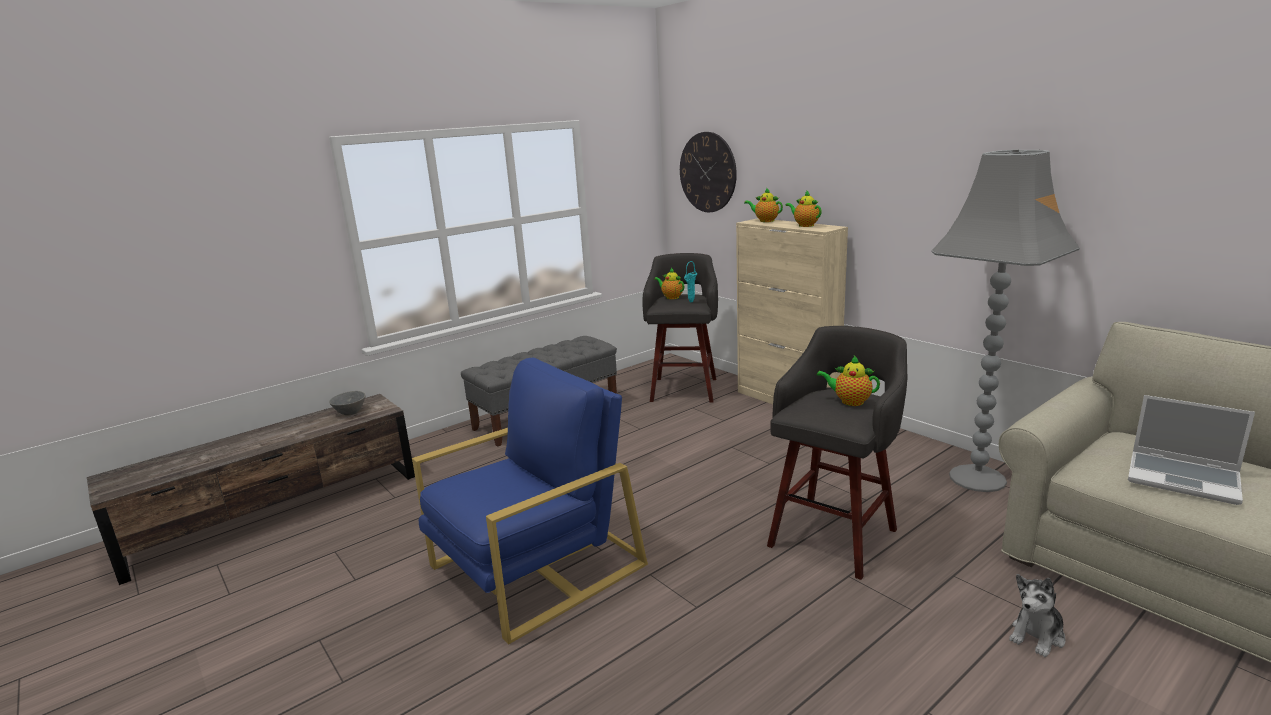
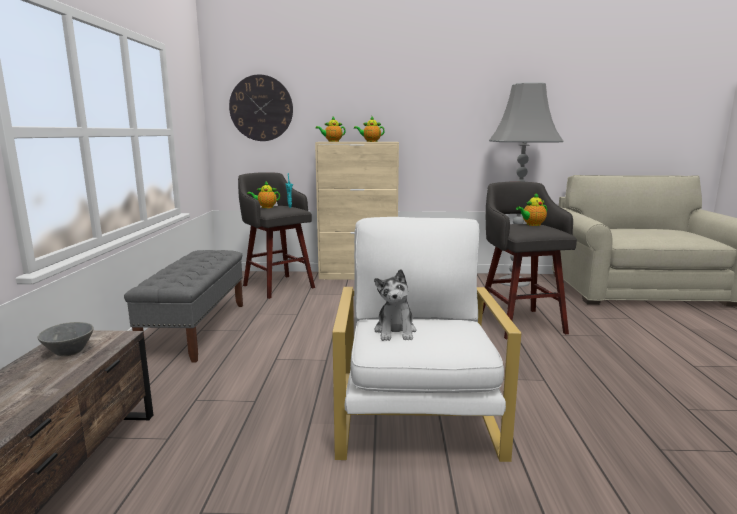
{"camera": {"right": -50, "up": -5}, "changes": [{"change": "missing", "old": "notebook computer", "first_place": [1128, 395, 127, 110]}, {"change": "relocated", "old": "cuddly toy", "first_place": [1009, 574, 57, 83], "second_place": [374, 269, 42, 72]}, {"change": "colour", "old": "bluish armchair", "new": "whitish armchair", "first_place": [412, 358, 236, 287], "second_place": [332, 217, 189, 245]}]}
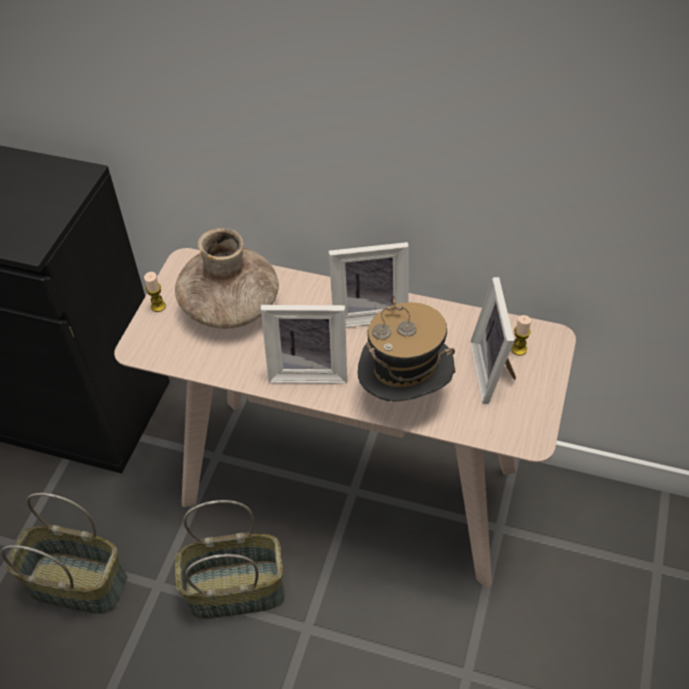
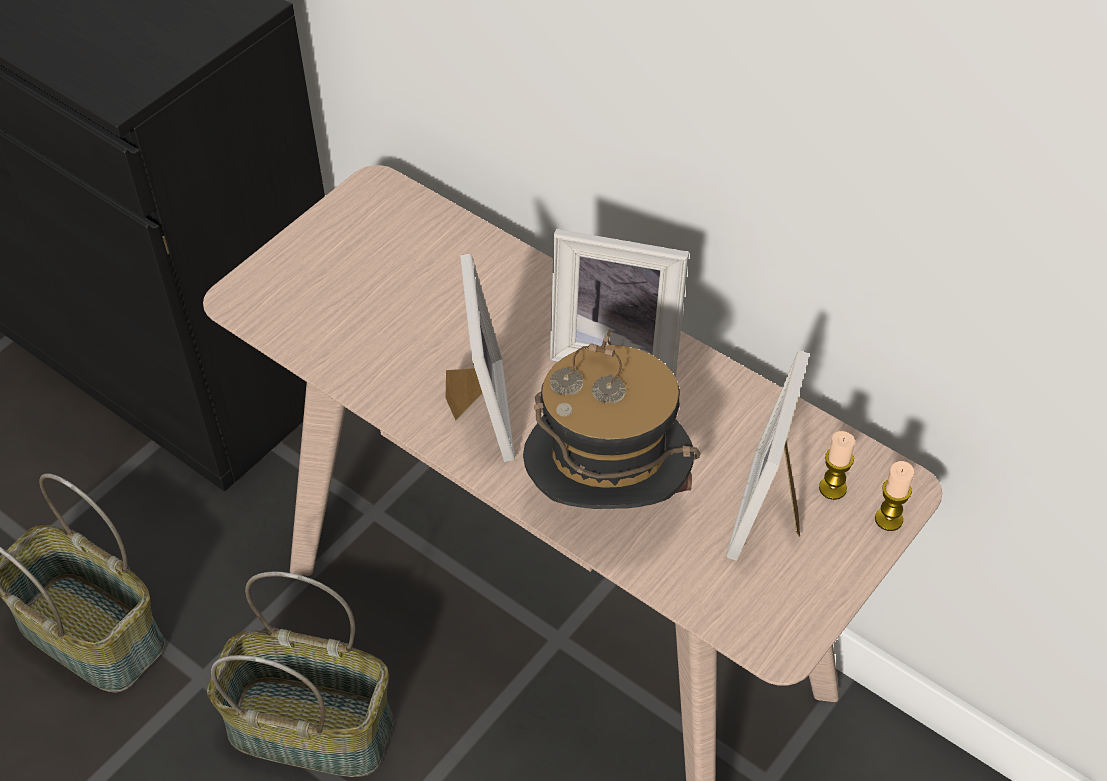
{"camera": {"right": 20, "up": 0}, "changes": [{"change": "missing", "old": "brownish vase", "first_place": [175, 228, 104, 101]}, {"change": "relocated", "old": "wax light", "first_place": [144, 272, 22, 40], "second_place": [875, 461, 39, 70]}, {"change": "spun", "old": "picture frame", "first_place": [261, 305, 86, 79], "second_place": [445, 254, 70, 208], "degrees": -120}]}
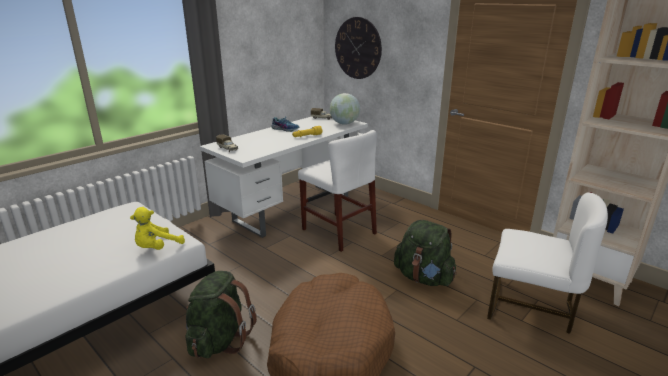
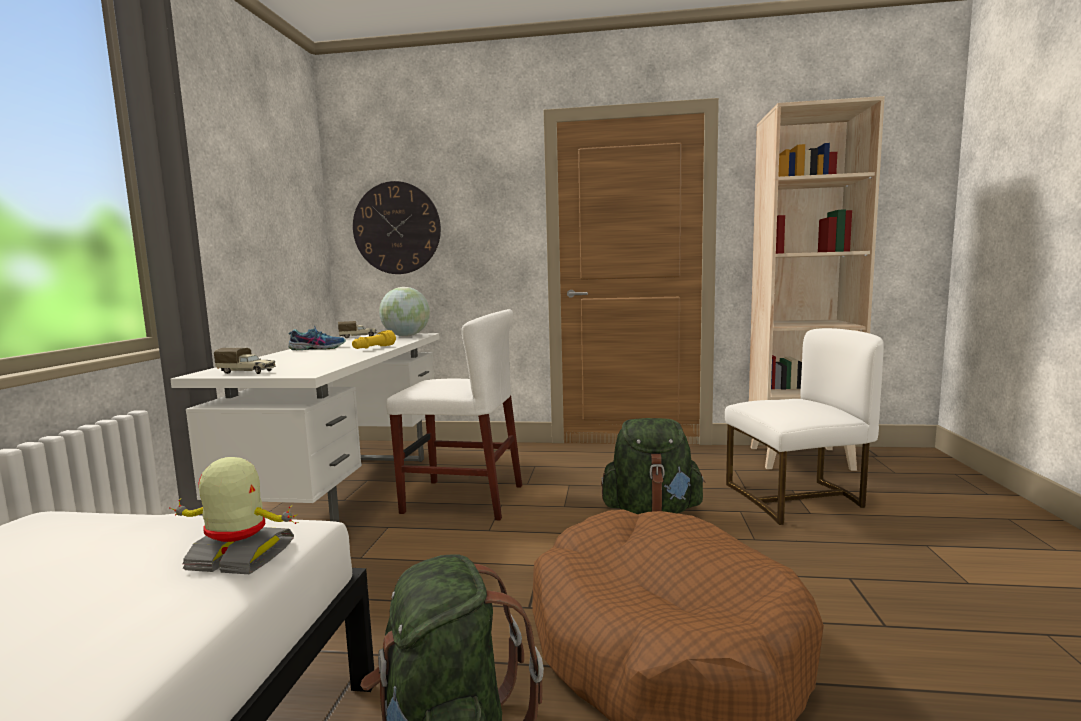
{"camera": {"right": -35, "up": -15}, "changes": [{"change": "exchanged", "old": "yellow-coloured cuddly toy", "new": "toy robot", "first_place": [130, 207, 55, 43], "second_place": [169, 457, 130, 117]}]}
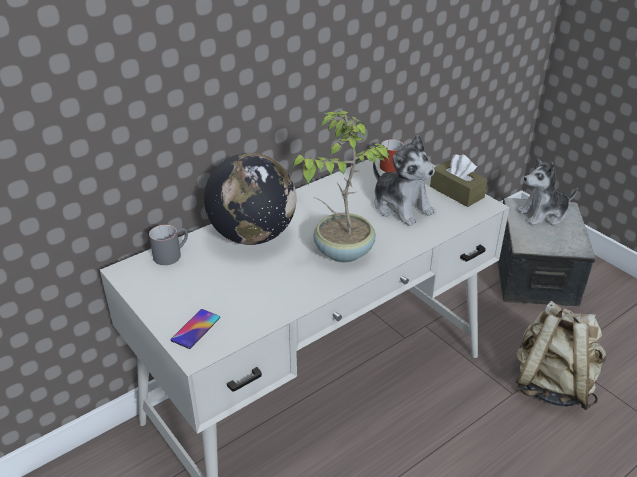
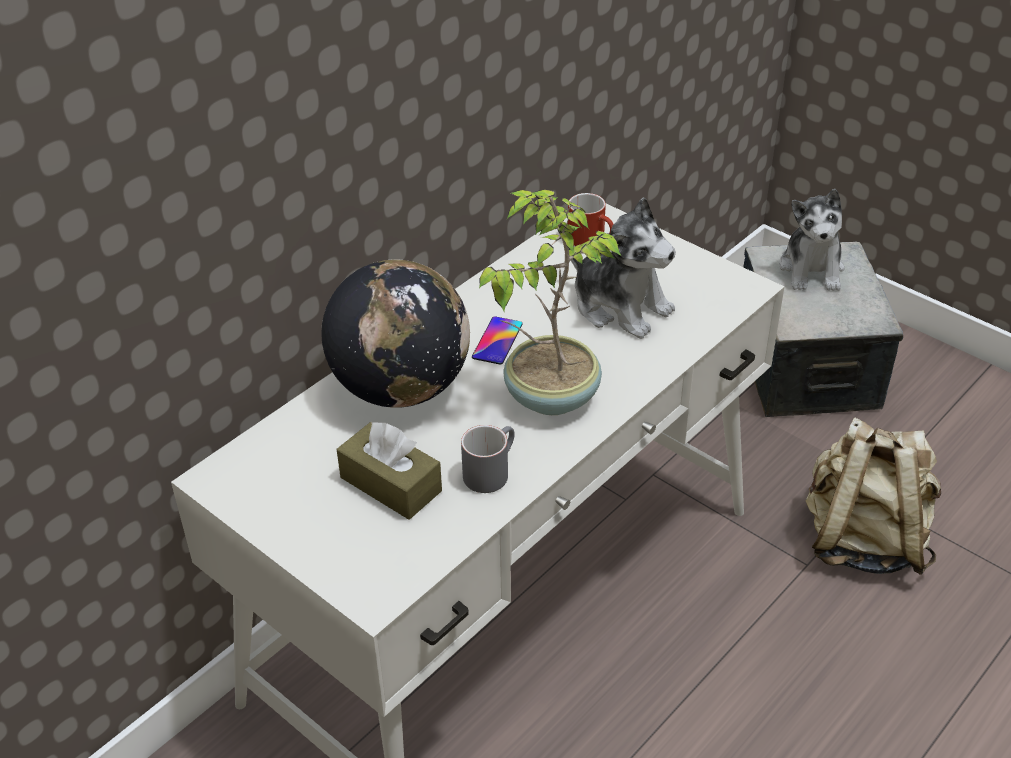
{"camera": {"right": -10, "up": 5}, "changes": [{"change": "relocated", "old": "gray coffee mug", "first_place": [149, 225, 39, 40], "second_place": [461, 425, 54, 68]}, {"change": "relocated", "old": "phone", "first_place": [171, 309, 49, 40], "second_place": [472, 316, 51, 49]}, {"change": "relocated", "old": "brownish tissue box", "first_place": [430, 154, 58, 53], "second_place": [337, 422, 105, 98]}, {"change": "spun", "old": "cuddly toy", "first_place": [517, 158, 61, 67], "second_place": [779, 189, 66, 102], "degrees": -60}]}
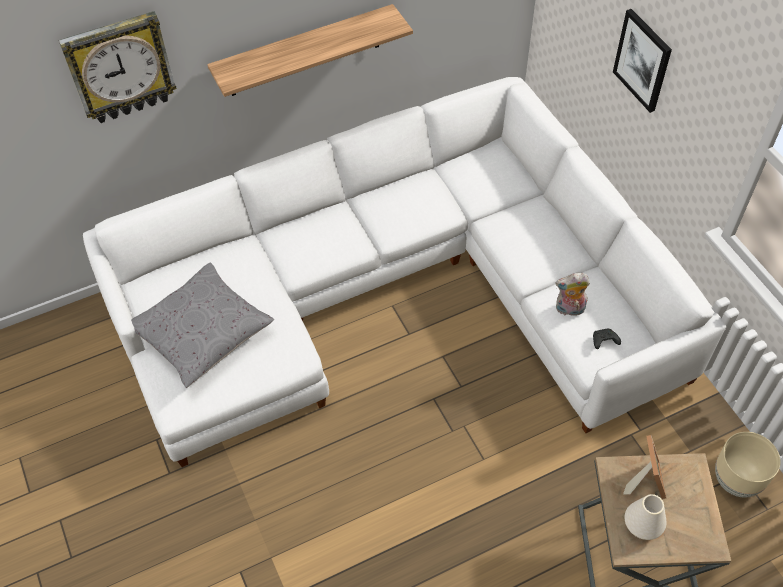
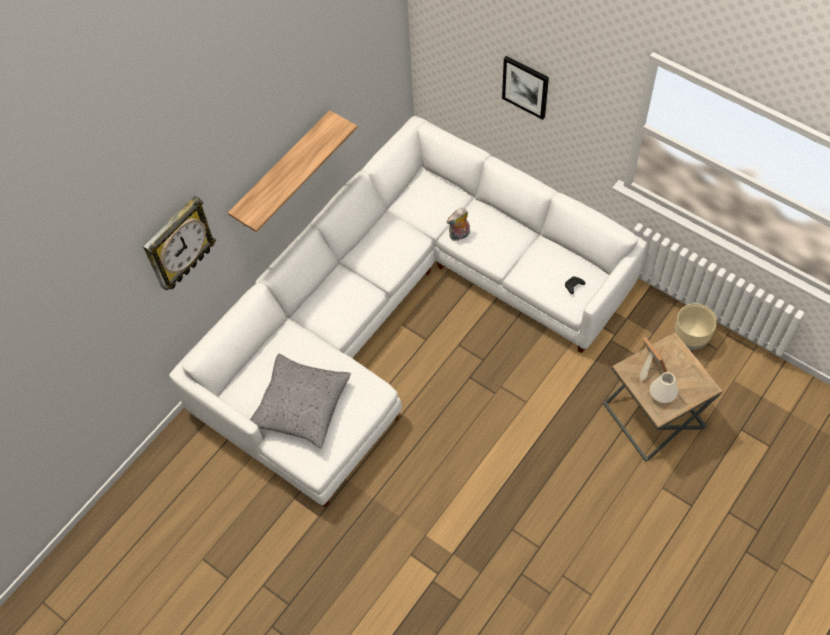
{"camera": {"right": -25, "up": 5}, "changes": [{"change": "relocated", "old": "cuddly toy", "first_place": [556, 273, 34, 43], "second_place": [446, 208, 24, 33]}]}
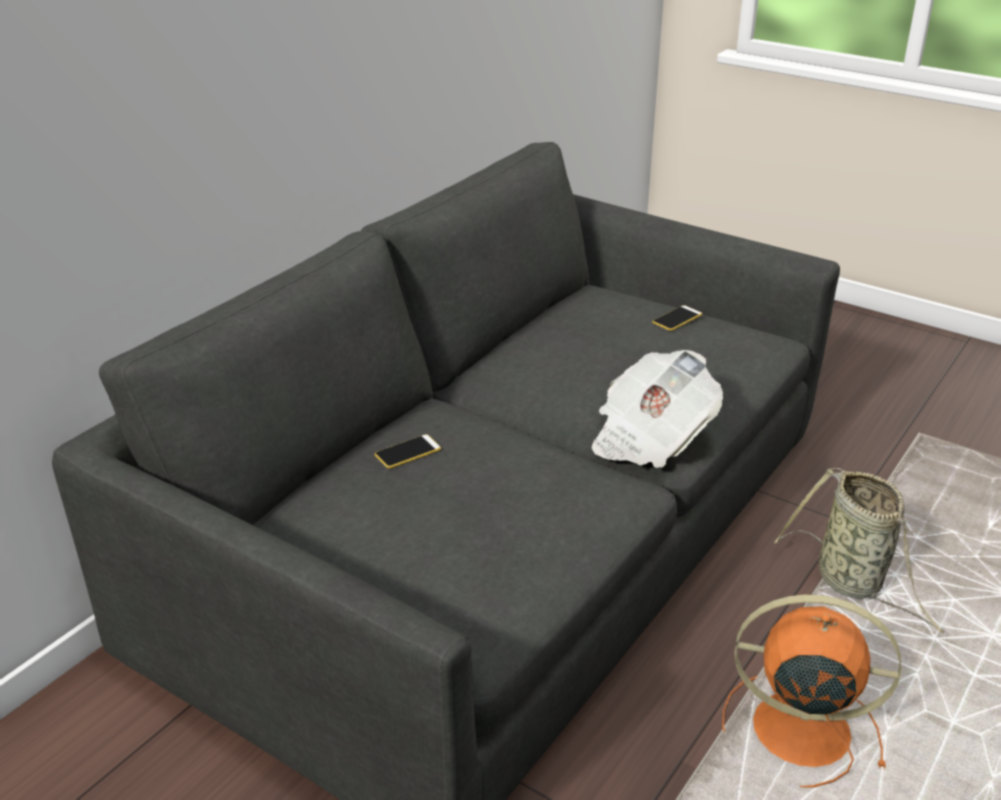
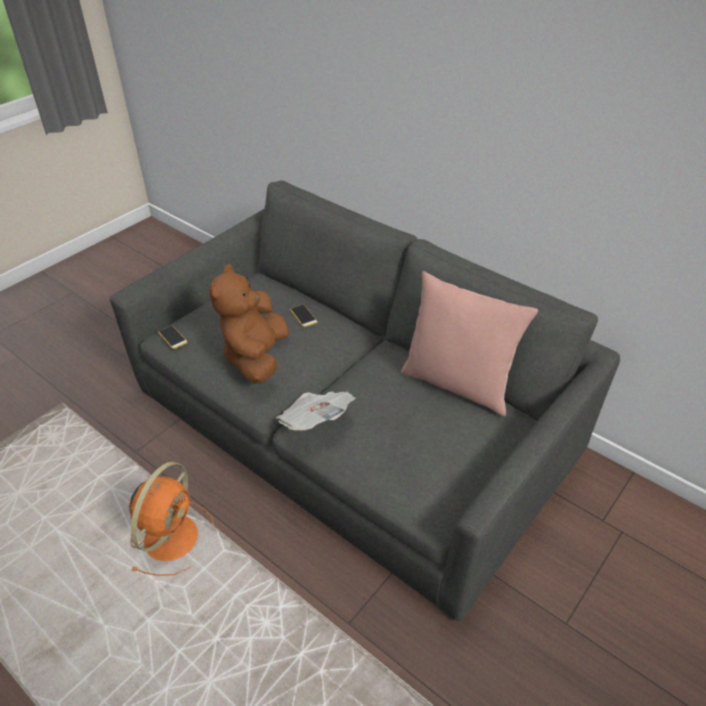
{"camera": {"right": 95, "up": 10}, "changes": [{"change": "missing", "old": "basket", "first_place": [774, 468, 171, 165]}, {"change": "appeared", "new": "brownish cuddly toy", "second_place": [209, 264, 80, 120]}, {"change": "appeared", "new": "pink-coloured throw pillow", "second_place": [401, 271, 137, 145]}, {"change": "relocated", "old": "phone", "first_place": [652, 305, 50, 26], "second_place": [158, 326, 30, 23]}]}
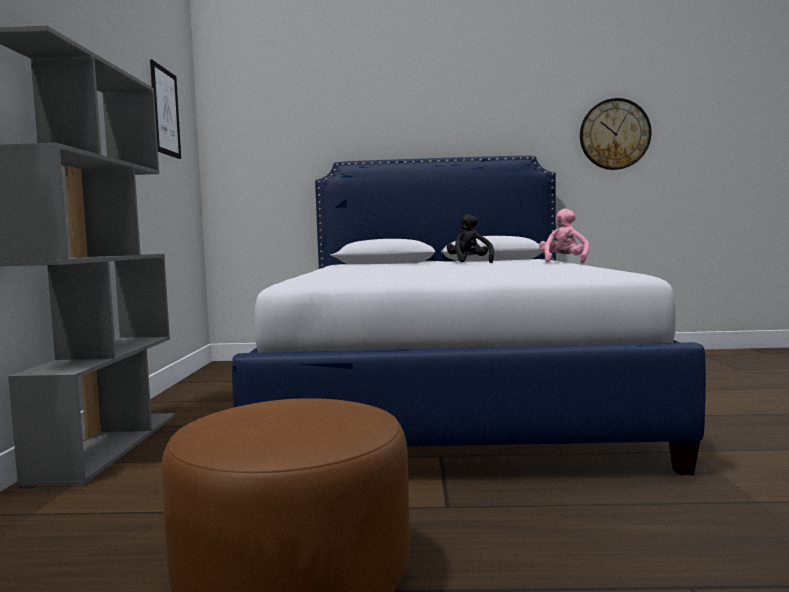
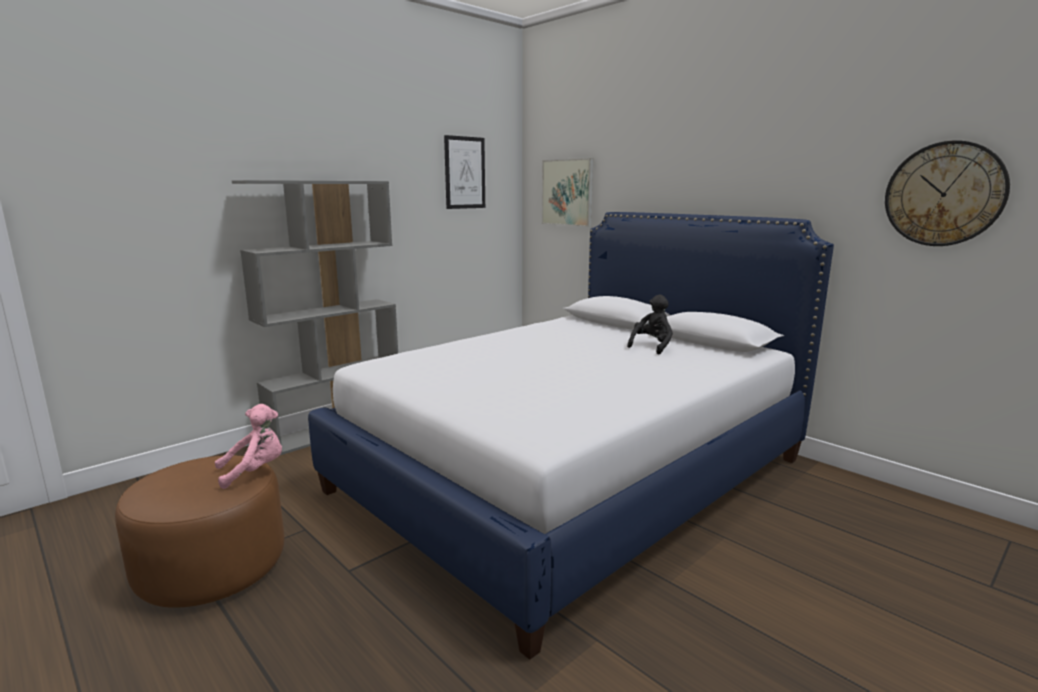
{"camera": {"right": 45, "up": 10}, "changes": [{"change": "appeared", "new": "wall picture", "second_place": [542, 158, 51, 69]}, {"change": "relocated", "old": "pink-coloured cuddly toy", "first_place": [539, 209, 50, 55], "second_place": [215, 404, 67, 85]}]}
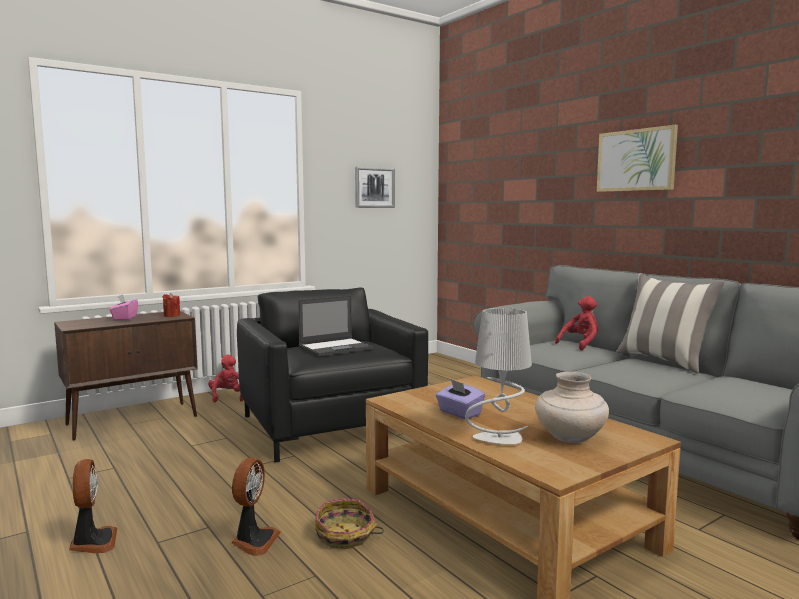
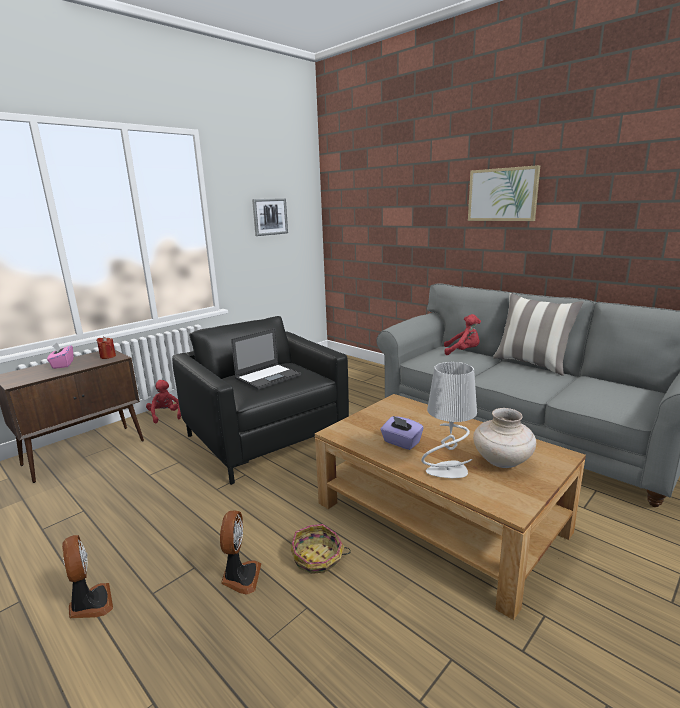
{"camera": {"right": -10, "up": 10}, "changes": [{"change": "spun", "old": "reddish cuddly toy", "first_place": [555, 296, 43, 54], "second_place": [444, 314, 37, 41], "degrees": 60}]}
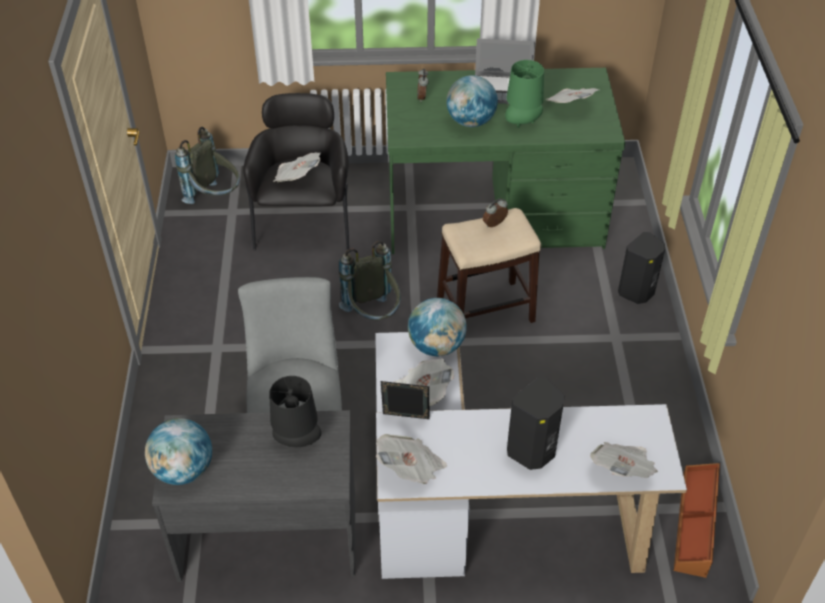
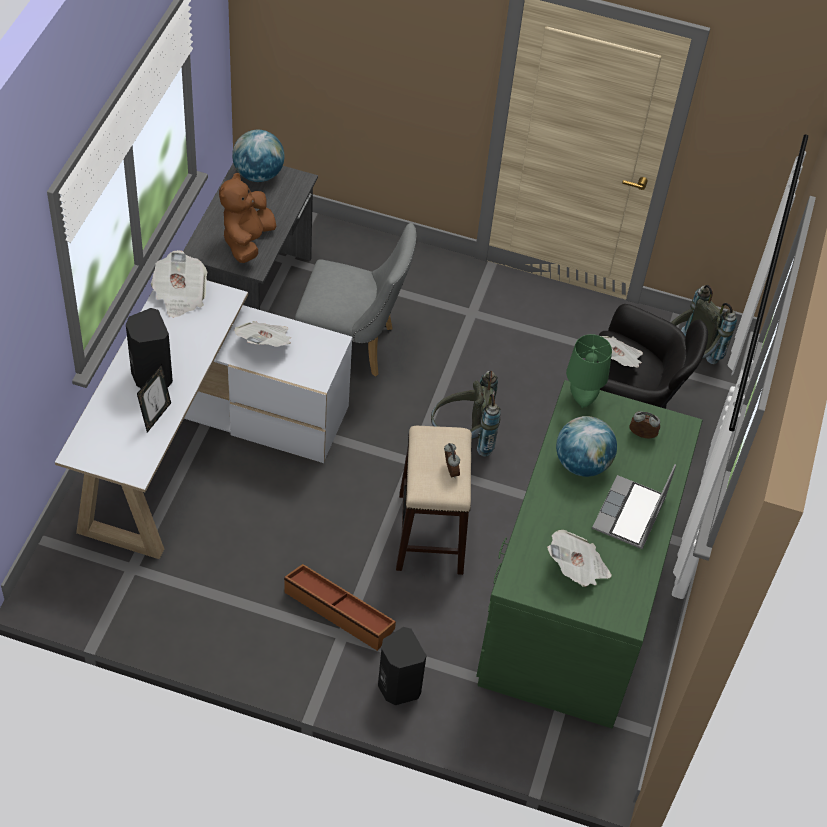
{"camera": {"right": 105, "up": 5}, "changes": [{"change": "missing", "old": "desk globe", "first_place": [408, 298, 59, 58]}, {"change": "missing", "old": "newspaper", "first_place": [590, 442, 68, 36]}, {"change": "relocated", "old": "picture frame", "first_place": [381, 381, 49, 38], "second_place": [137, 364, 34, 69]}, {"change": "relocated", "old": "greenish table lamp", "first_place": [505, 60, 39, 68], "second_place": [566, 334, 46, 74]}, {"change": "relocated", "old": "brownish storage box", "first_place": [673, 463, 47, 115], "second_place": [284, 564, 112, 87]}, {"change": "exchanged", "old": "black table lamp", "new": "brownish cuddly toy", "first_place": [269, 376, 52, 71], "second_place": [219, 173, 57, 90]}]}
